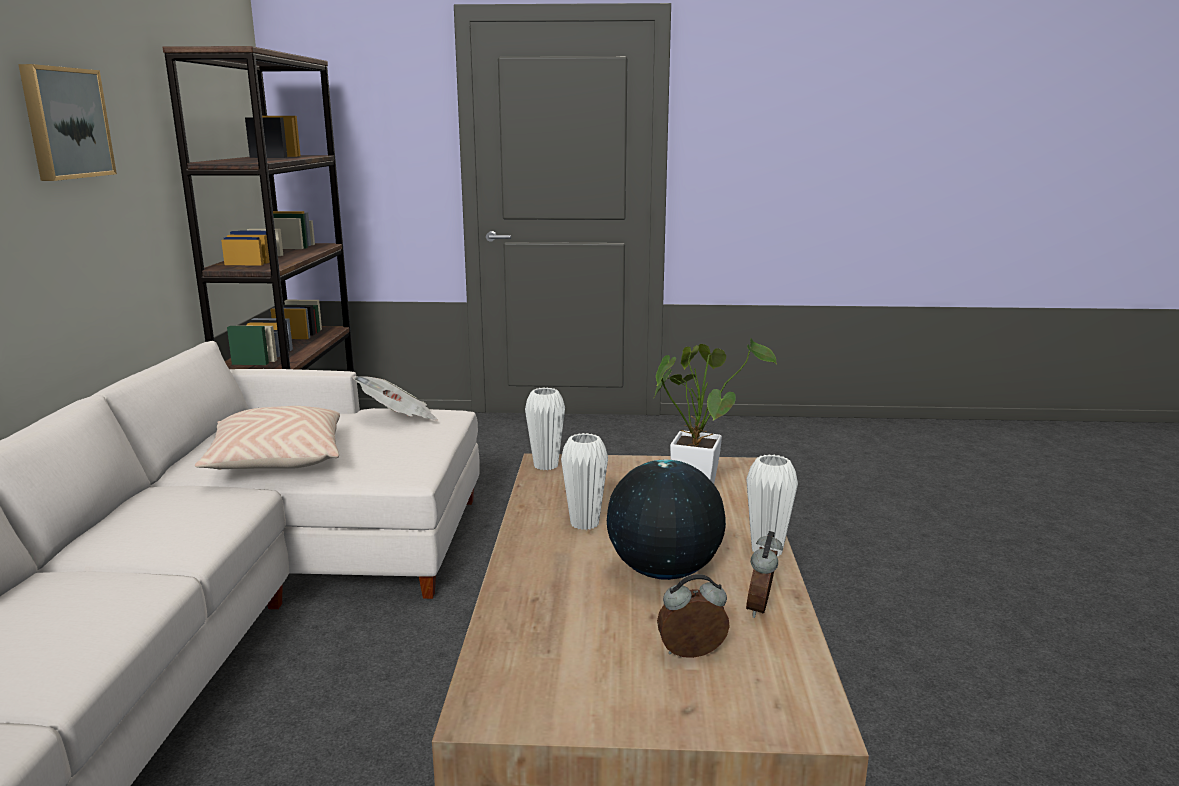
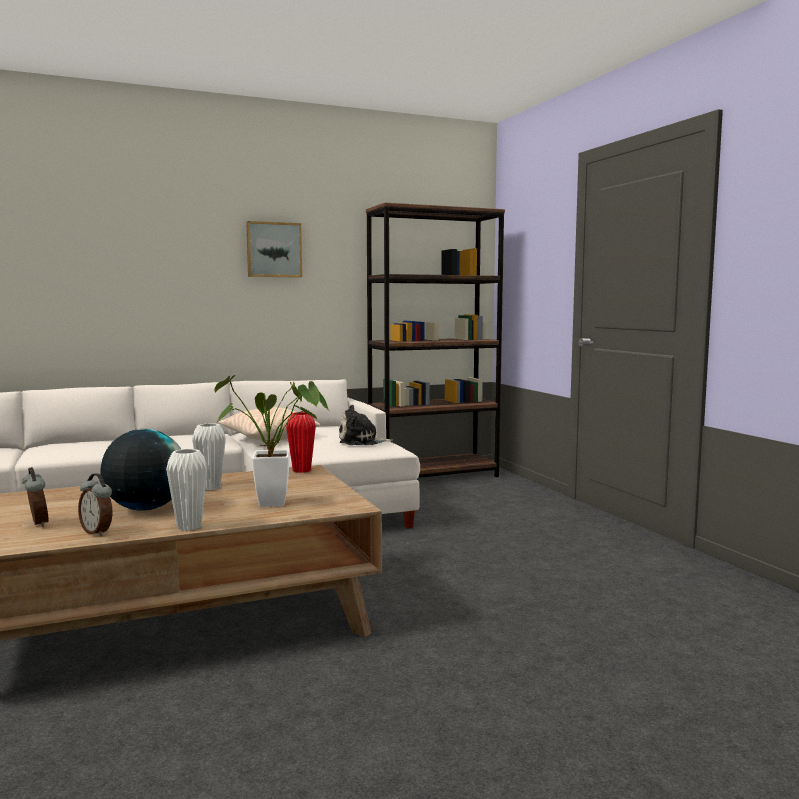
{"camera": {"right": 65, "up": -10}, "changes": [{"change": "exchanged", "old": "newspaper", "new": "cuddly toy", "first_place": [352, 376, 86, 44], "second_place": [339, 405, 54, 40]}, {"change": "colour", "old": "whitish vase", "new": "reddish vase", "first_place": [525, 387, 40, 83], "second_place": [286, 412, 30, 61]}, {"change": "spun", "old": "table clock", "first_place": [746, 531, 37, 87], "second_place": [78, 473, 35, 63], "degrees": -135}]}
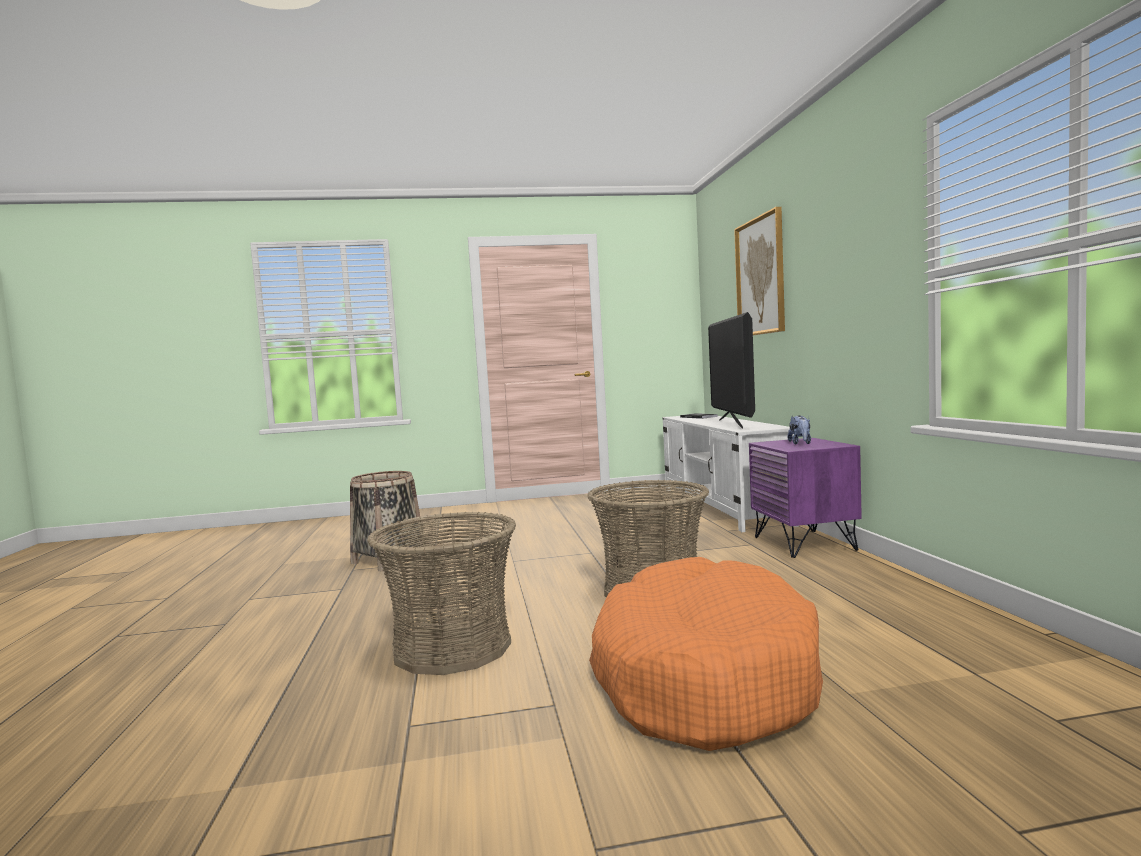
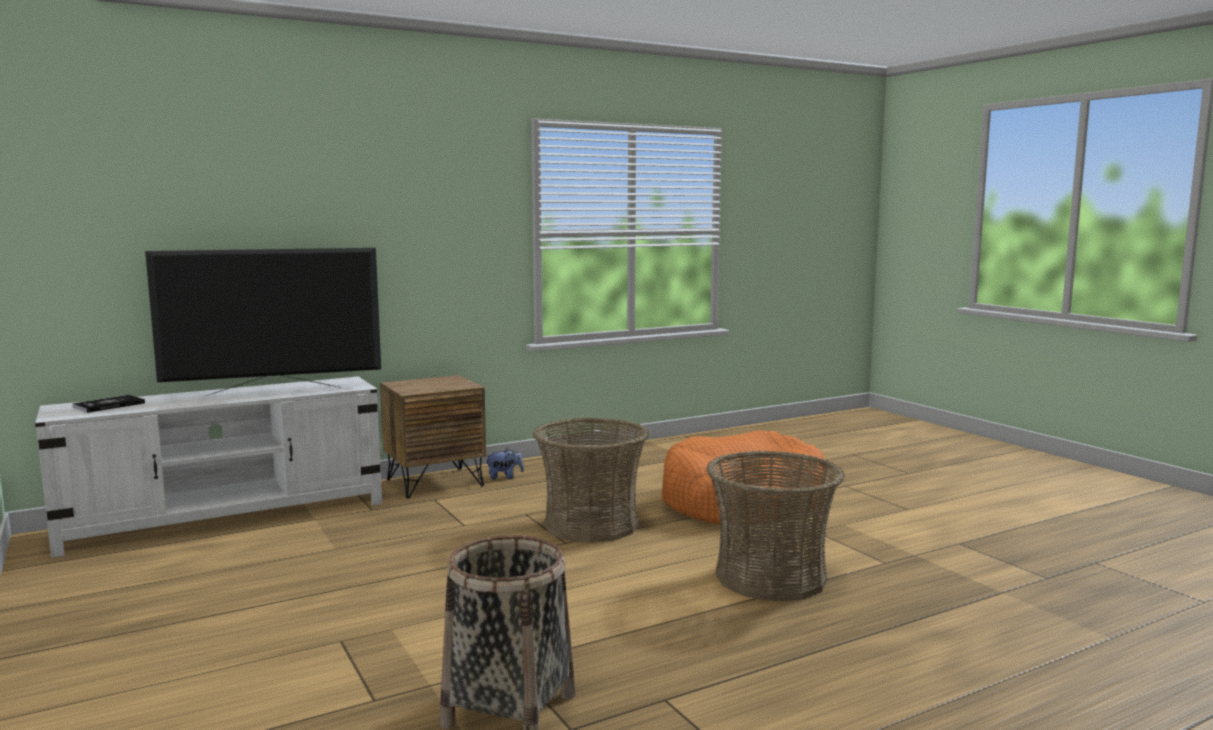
{"camera": {"right": -110, "up": 5}, "changes": [{"change": "missing", "old": "wall picture", "first_place": [734, 207, 51, 129]}, {"change": "relocated", "old": "cuddly toy", "first_place": [787, 415, 24, 30], "second_place": [486, 448, 38, 32]}, {"change": "colour", "old": "purple nightstand", "new": "brownish nightstand", "first_place": [749, 438, 113, 120], "second_place": [380, 375, 106, 123]}]}
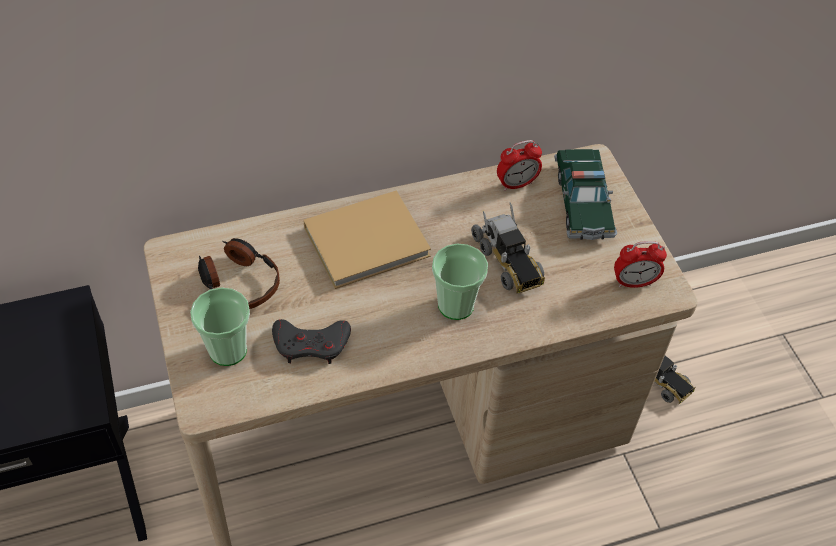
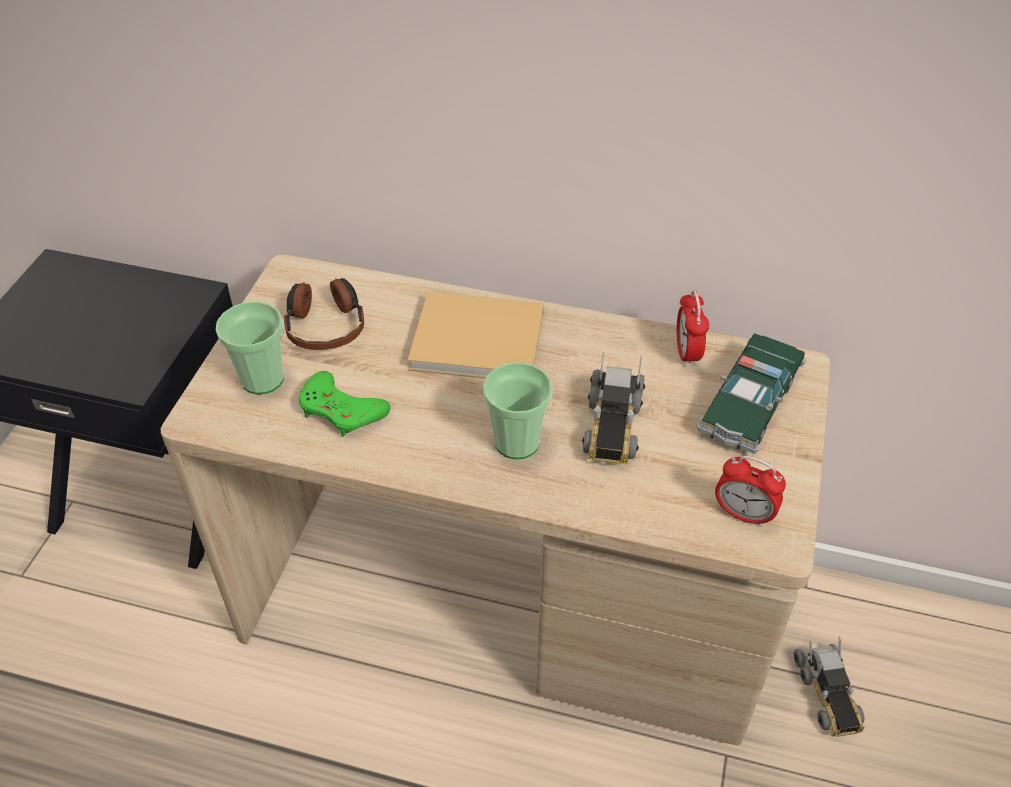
{"camera": {"right": 35, "up": -5}, "changes": [{"change": "colour", "old": "gray game controller", "new": "greenish game controller", "first_place": [272, 319, 79, 45], "second_place": [299, 371, 92, 66]}, {"change": "spun", "old": "table clock", "first_place": [497, 140, 45, 51], "second_place": [677, 291, 32, 76], "degrees": 75}]}
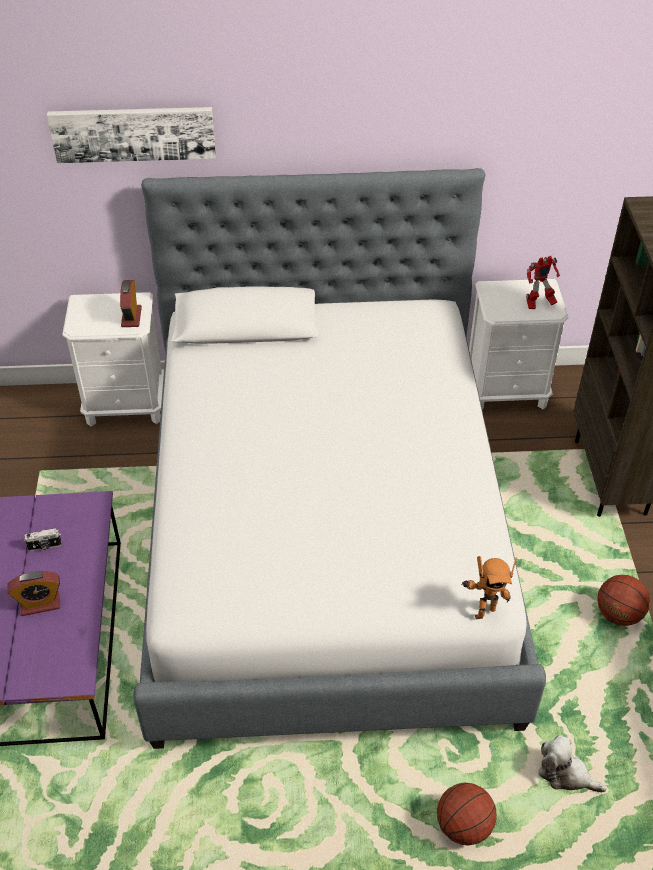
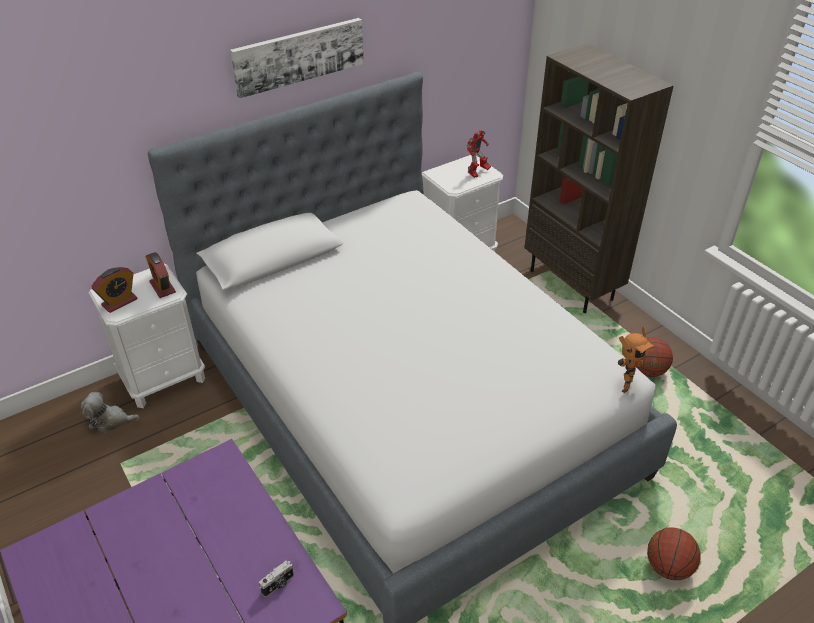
{"camera": {"right": -30, "up": -5}, "changes": [{"change": "relocated", "old": "table clock", "first_place": [7, 571, 53, 45], "second_place": [91, 267, 46, 46]}, {"change": "relocated", "old": "still camera", "first_place": [24, 528, 38, 23], "second_place": [259, 560, 35, 37]}, {"change": "relocated", "old": "wall picture", "first_place": [47, 107, 169, 56], "second_place": [230, 18, 134, 80]}, {"change": "relocated", "old": "cuddly toy", "first_place": [538, 735, 68, 57], "second_place": [81, 392, 58, 41]}]}
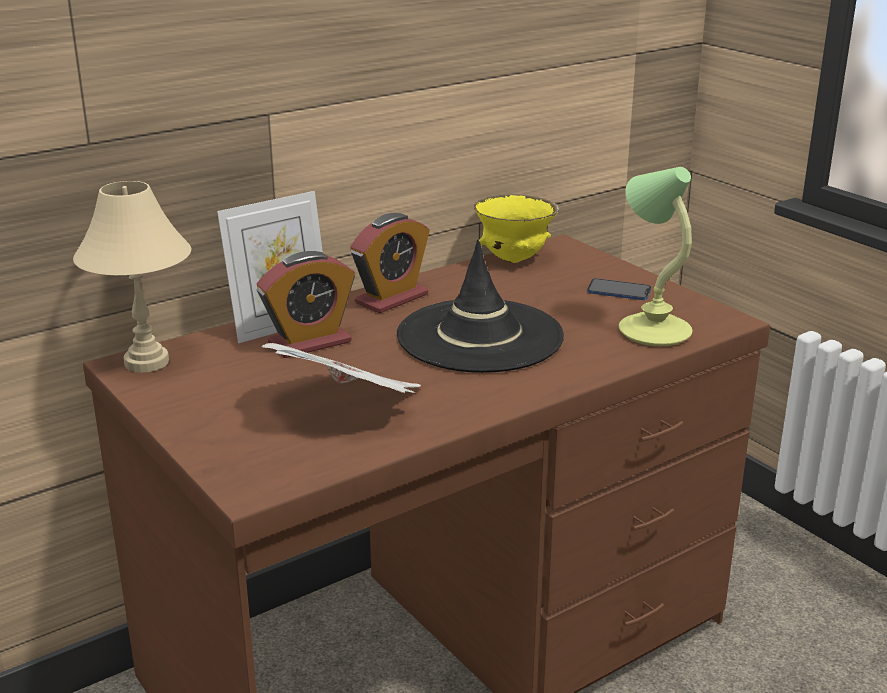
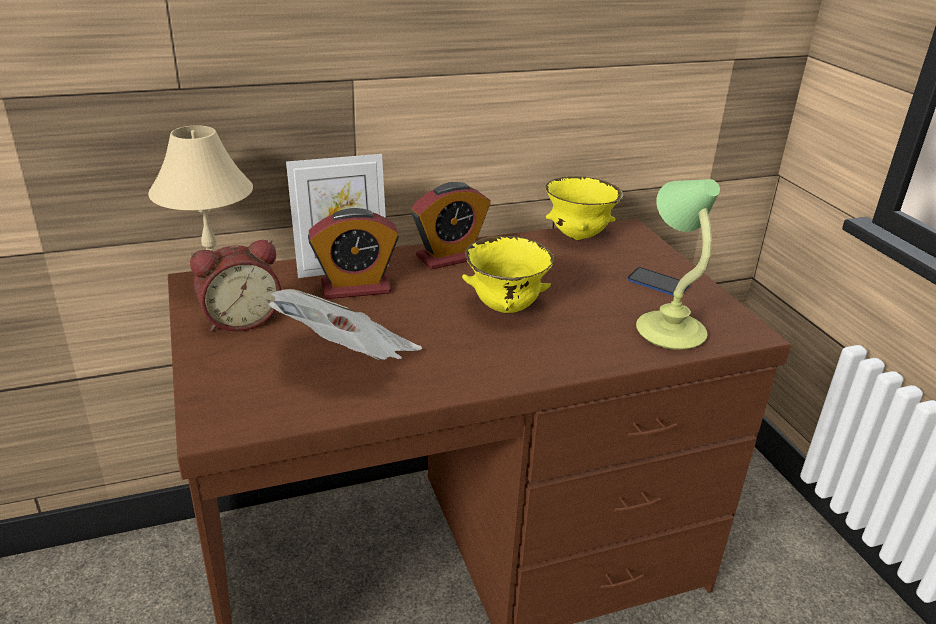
{"camera": {"right": 15, "up": 5}, "changes": [{"change": "appeared", "new": "table clock", "second_place": [190, 240, 91, 92]}, {"change": "exchanged", "old": "black wearable hat", "new": "yellow-coloured serving bowl", "first_place": [397, 240, 167, 133], "second_place": [462, 236, 92, 77]}]}
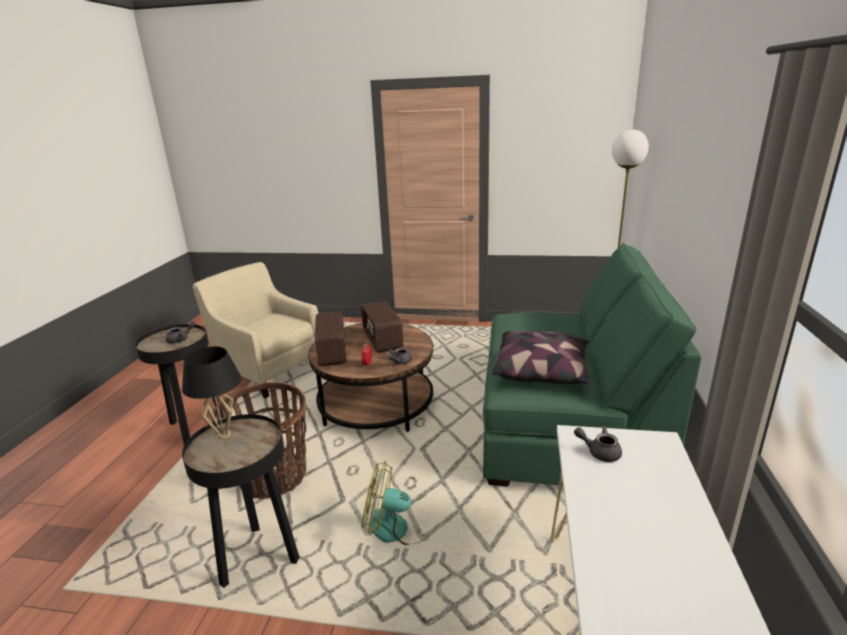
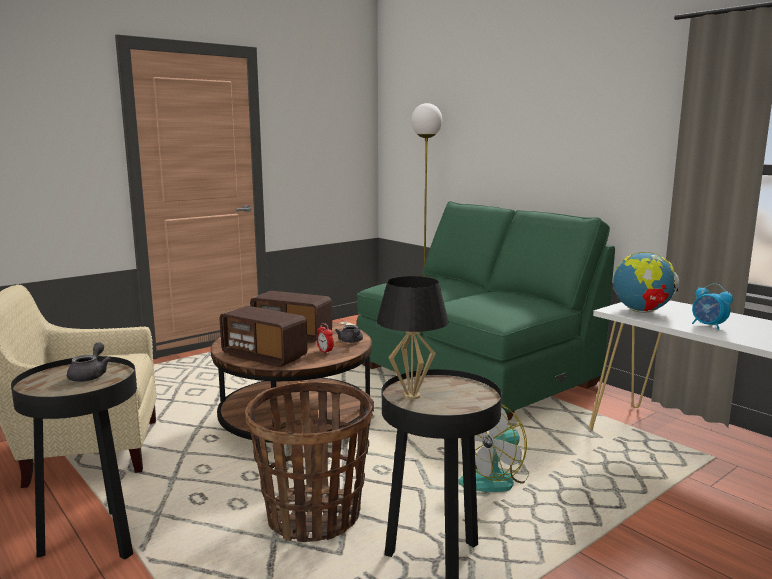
{"camera": {"right": -50, "up": -10}, "changes": [{"change": "missing", "old": "throw pillow", "first_place": [492, 331, 98, 53]}, {"change": "appeared", "new": "table clock", "second_place": [692, 283, 41, 47]}, {"change": "exchanged", "old": "gray pot for tea", "new": "desk globe", "first_place": [574, 426, 48, 36], "second_place": [613, 252, 66, 61]}]}
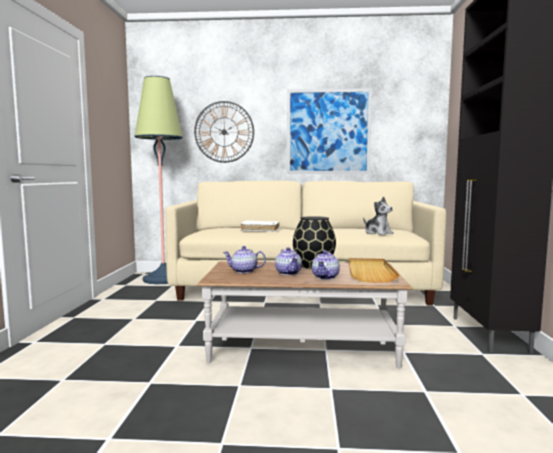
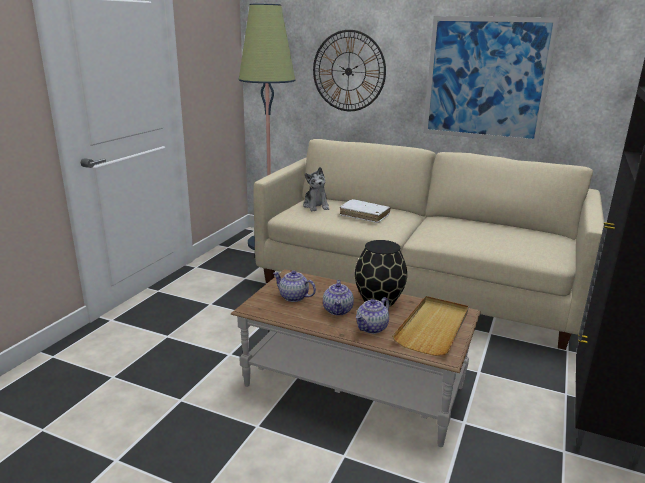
{"camera": {"right": 20, "up": 15}, "changes": [{"change": "relocated", "old": "cuddly toy", "first_place": [363, 196, 31, 39], "second_place": [303, 167, 26, 44]}]}
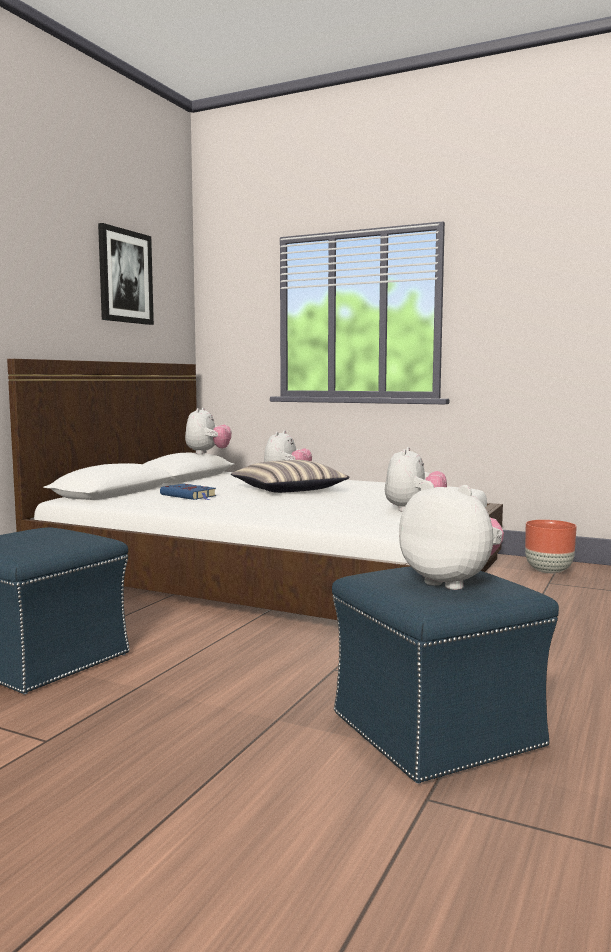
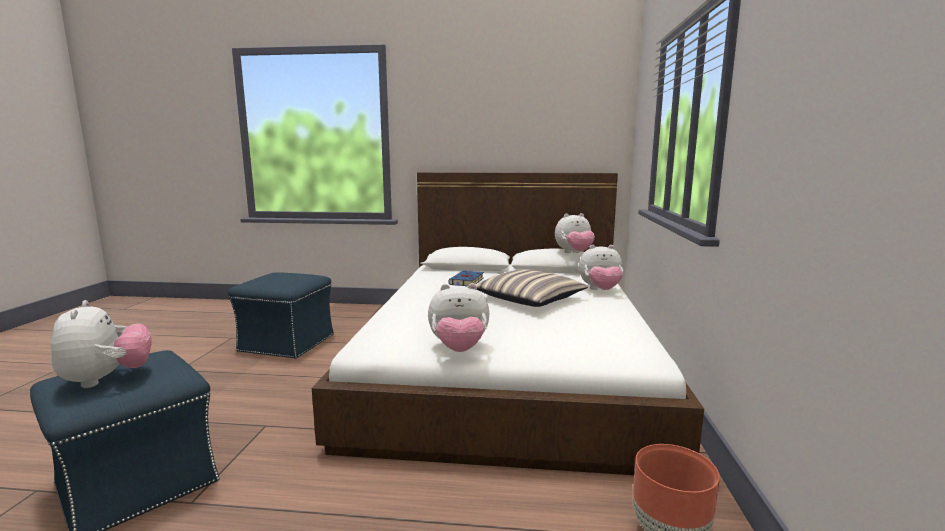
{"camera": {"right": 70, "up": 5}, "changes": [{"change": "missing", "old": "wall picture", "first_place": [98, 223, 56, 102]}, {"change": "spun", "old": "cuddly toy", "first_place": [399, 481, 105, 109], "second_place": [51, 300, 101, 88], "degrees": -45}]}
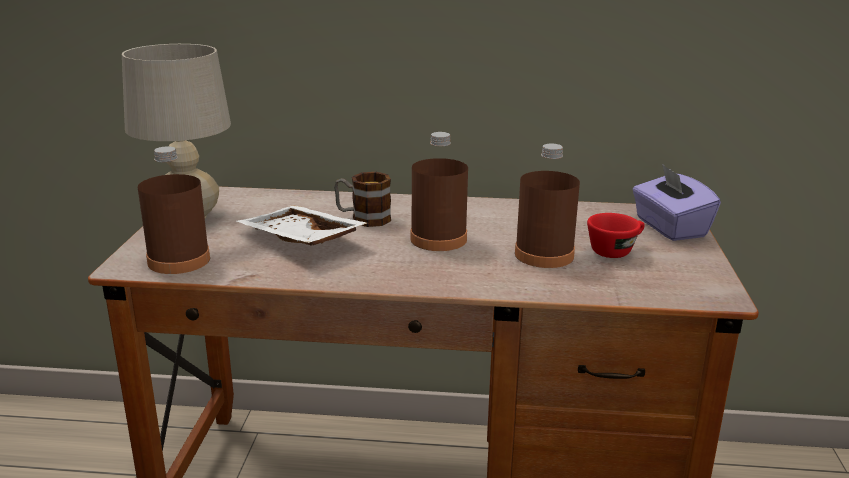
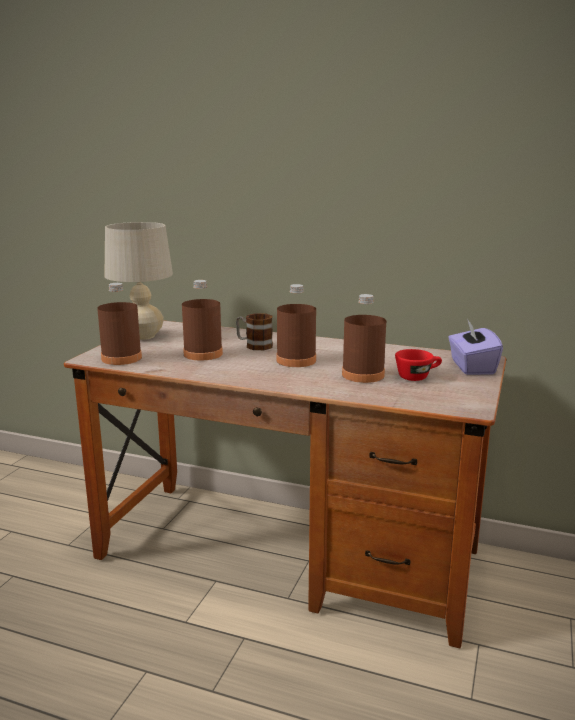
{"camera": {"right": 15, "up": -5}, "changes": [{"change": "exchanged", "old": "whitish serving tray", "new": "brownish drink bottle", "first_place": [237, 206, 130, 40], "second_place": [182, 280, 41, 81]}]}
